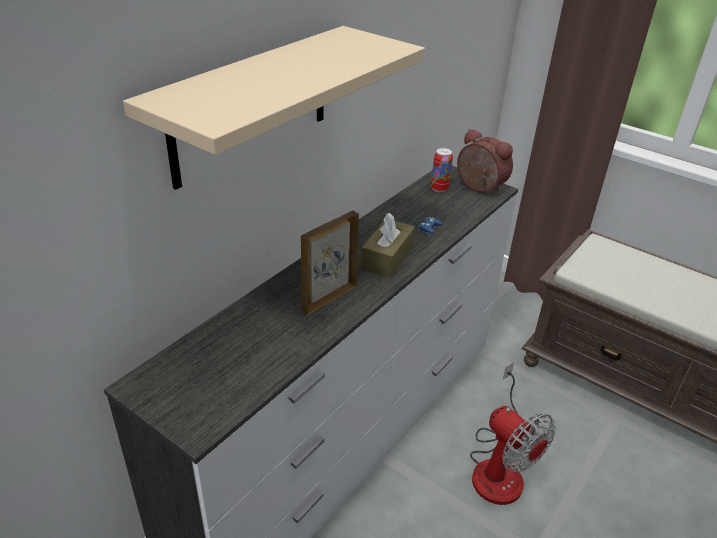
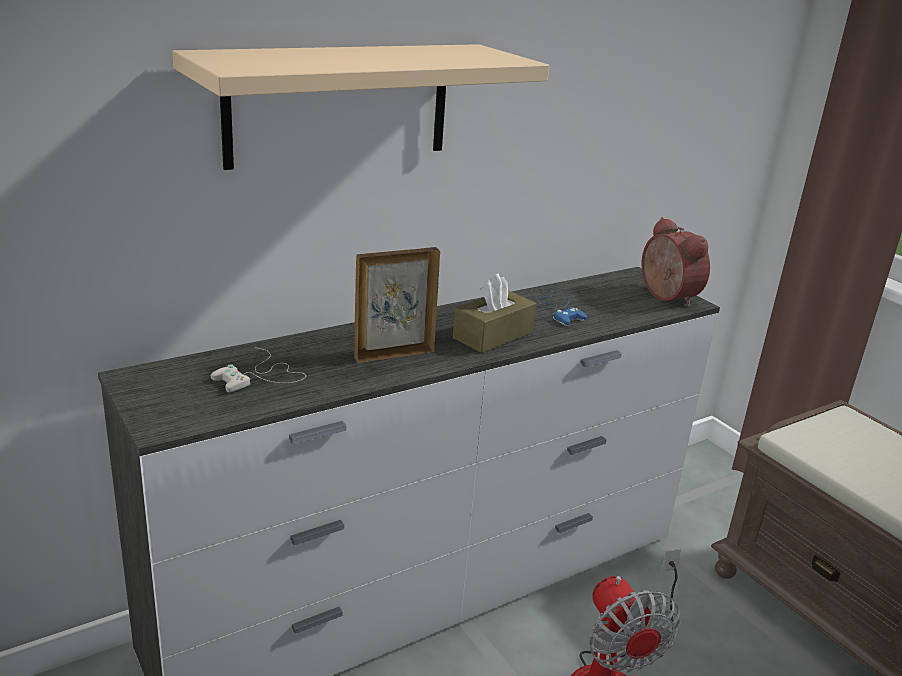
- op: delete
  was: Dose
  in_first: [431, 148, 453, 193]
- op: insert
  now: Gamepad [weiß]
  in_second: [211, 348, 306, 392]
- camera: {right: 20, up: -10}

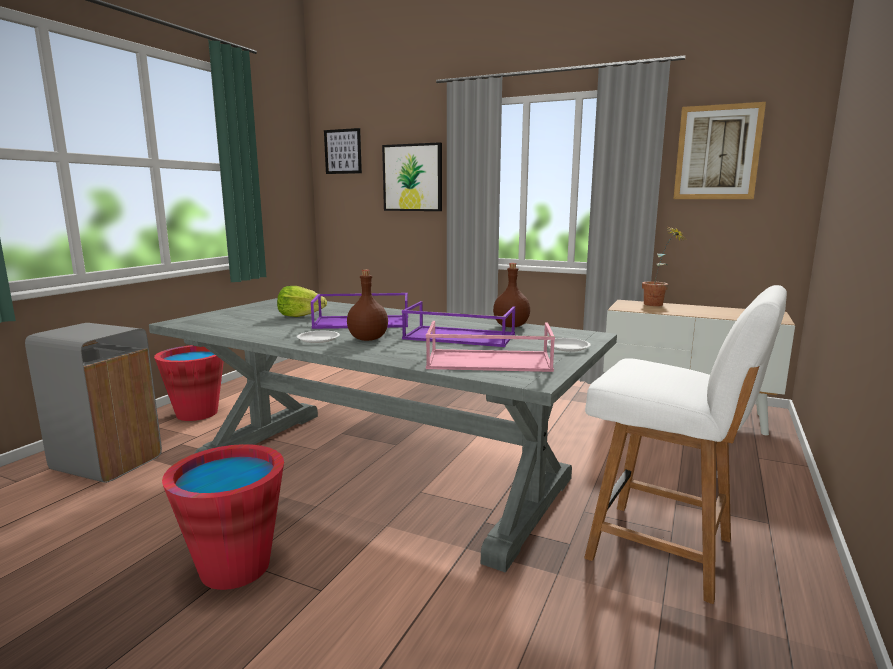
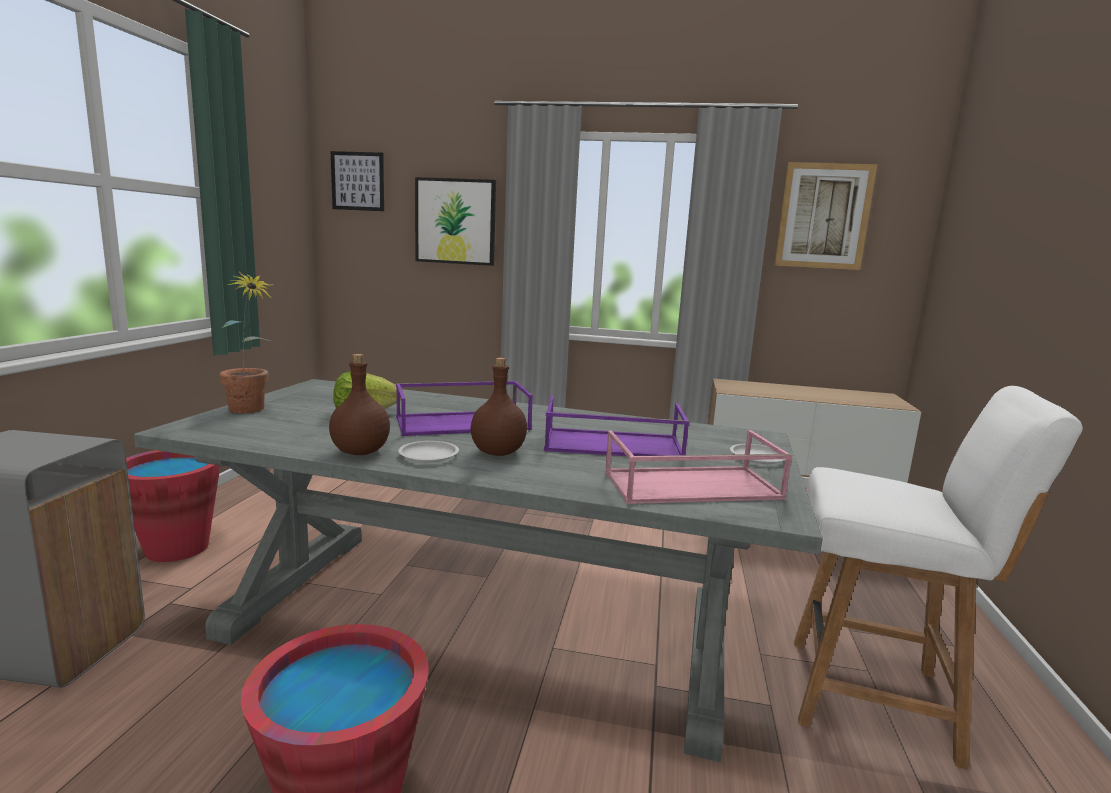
- op: move
  was: Flasche [braun]
  in_first: [493, 263, 530, 327]
  in_second: [329, 354, 390, 455]
- op: move
  was: Topfpflanze
  in_first: [642, 228, 685, 306]
  in_second: [219, 272, 275, 413]
- camera: {right: -15, up: 0}

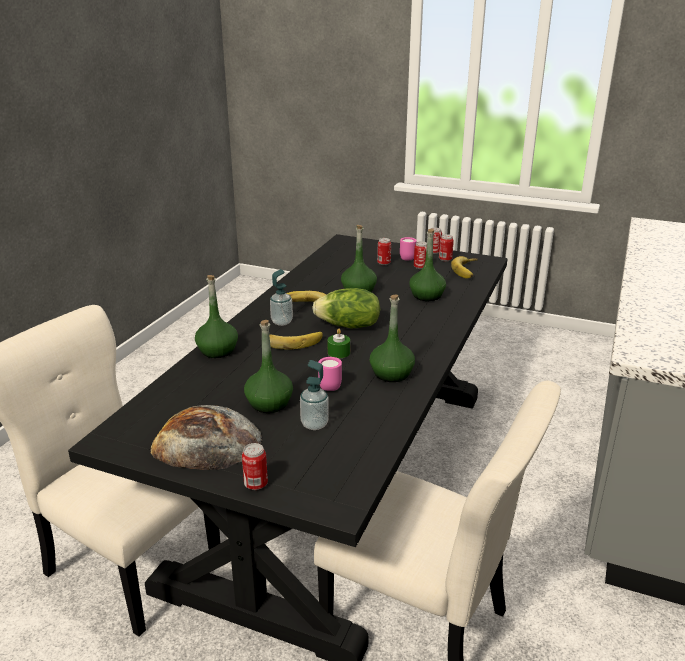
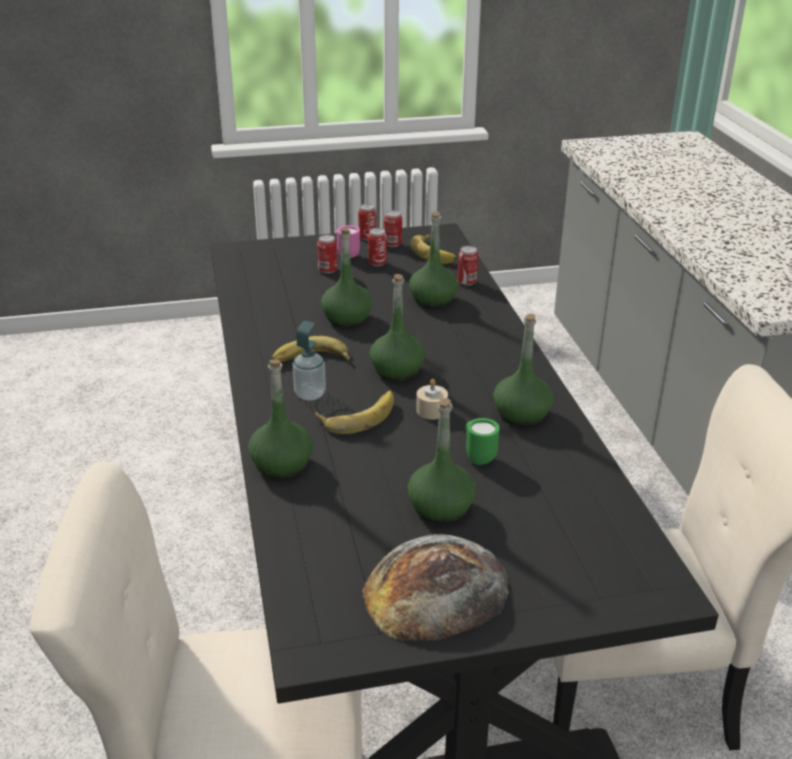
- op: move
  was: Dose
  in_first: [242, 443, 268, 490]
  in_second: [457, 246, 478, 285]
- op: delete
  was: Seifenspender
  in_first: [300, 360, 329, 430]
- op: replace
  was: Salatkopf
  now: Flasche [grün]
  in_first: [312, 288, 380, 328]
  in_second: [370, 274, 425, 382]
- op: recolor
  was: Henkelbecher [rosa]
  now: Henkelbecher [grün]
  in_first: [318, 357, 342, 391]
  in_second: [466, 418, 500, 465]
- op: recolor
  was: Kerze [grün]
  now: Kerze [beige]
  in_first: [328, 329, 350, 358]
  in_second: [416, 379, 448, 420]
- camera: {right: -35, up: 5}

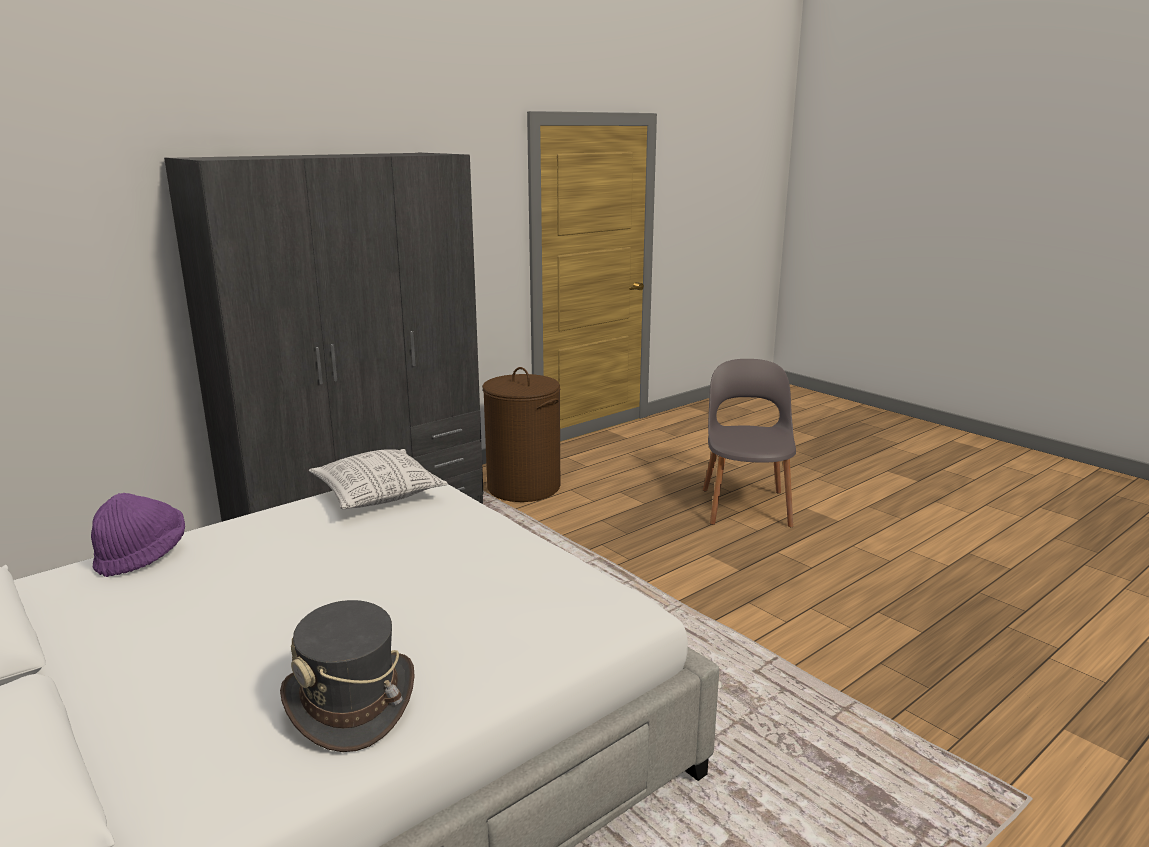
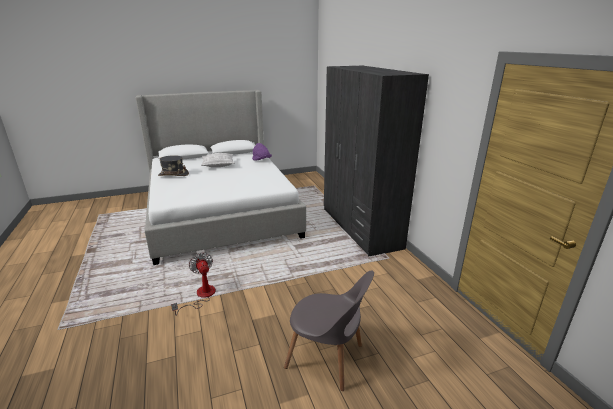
- op: move
  was: Kissen
  in_first: [309, 449, 448, 509]
  in_second: [201, 153, 235, 167]
- op: delete
  was: Wäschekorb [braun]
  in_first: [482, 367, 560, 502]
- op: insert
  now: Ventilator
  in_second: [171, 253, 216, 316]
- camera: {right: 110, up: 5}

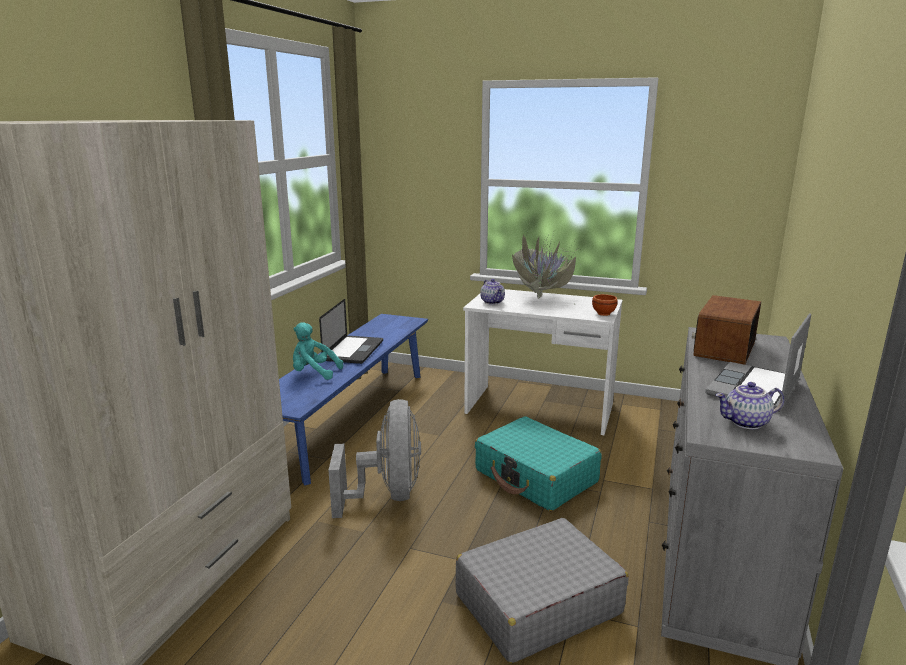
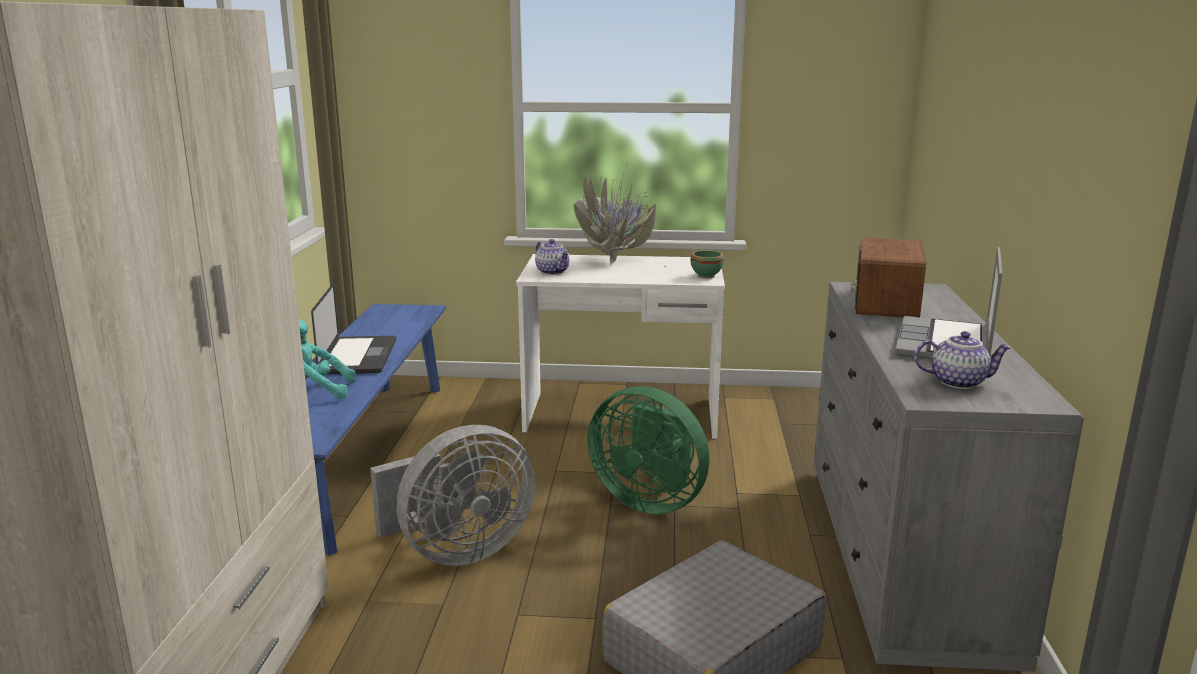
- op: rotate
  was: Ventilator [grau]
  in_first: [328, 399, 421, 518]
  in_second: [370, 425, 536, 566]
  clockwise: 75
- op: replace
  was: Koffer [türkis]
  now: Ventilator [grün]
  in_first: [475, 416, 602, 511]
  in_second: [588, 386, 710, 514]
- op: recolor
  was: Schüssel [braun]
  now: Schüssel [grün]
  in_first: [592, 294, 618, 316]
  in_second: [690, 250, 724, 278]
- op: rotate
  was: Teekanne
  in_first: [715, 382, 784, 429]
  in_second: [914, 331, 1012, 389]
  clockwise: -150
- camera: {right: -15, up: 0}

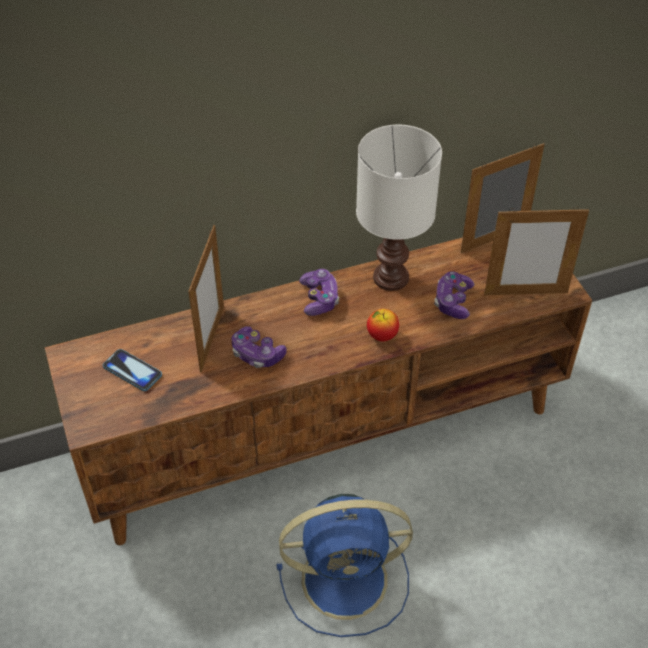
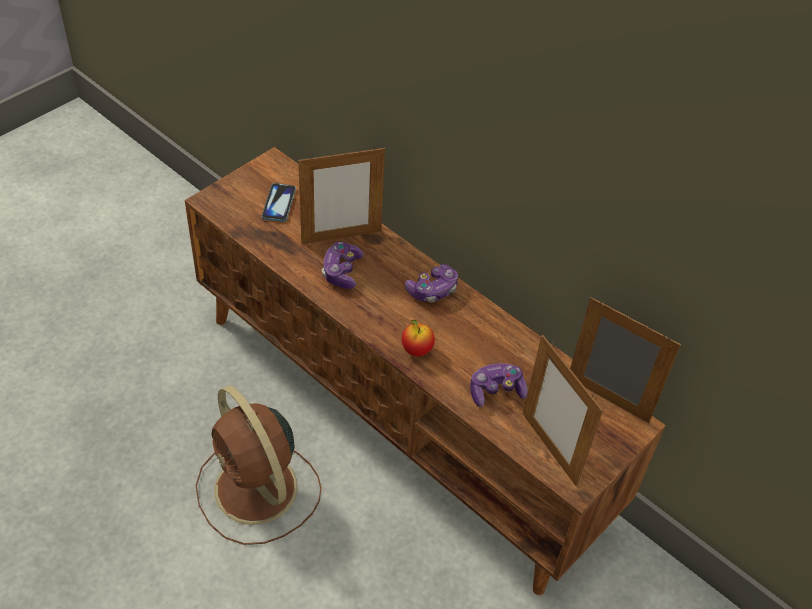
- op: recolor
  was: Ventilator [blau]
  now: Ventilator [braun]
  in_first: [277, 494, 413, 637]
  in_second: [195, 386, 322, 545]
- op: delete
  was: Tischlampe [weiß]
  in_first: [356, 125, 442, 291]
- camera: {right: 60, up: 0}

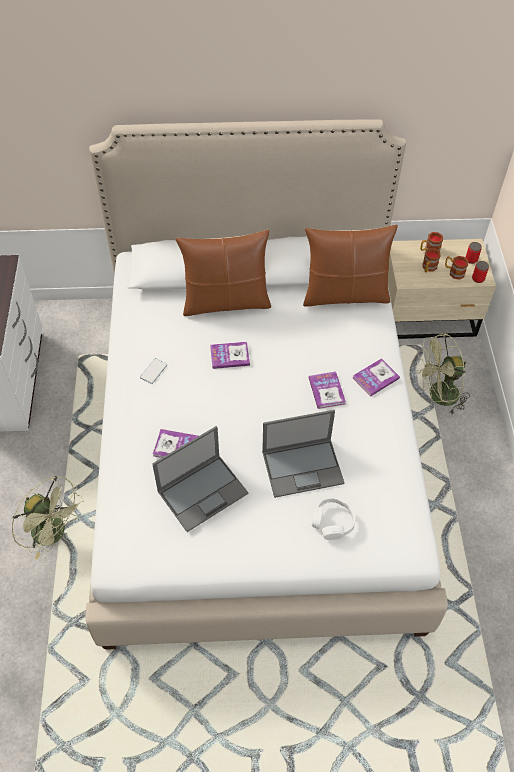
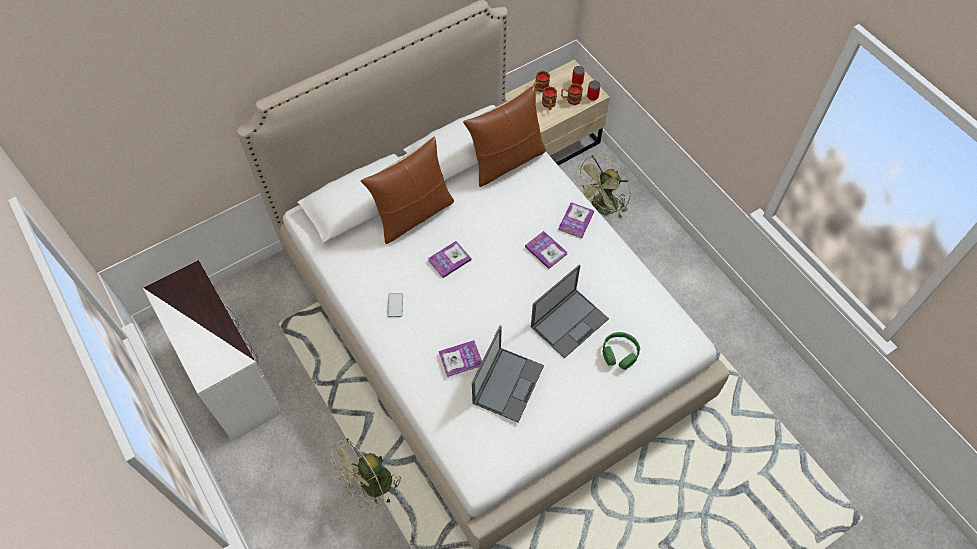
- op: rotate
  was: Ventilator [grün]
  in_first: [12, 476, 84, 560]
  in_second: [330, 438, 400, 511]
  clockwise: 135
- op: recolor
  was: Kopfhörer [weiß]
  now: Kopfhörer [grün]
  in_first: [312, 497, 355, 540]
  in_second: [603, 332, 640, 370]
- camera: {right: -30, up: 5}

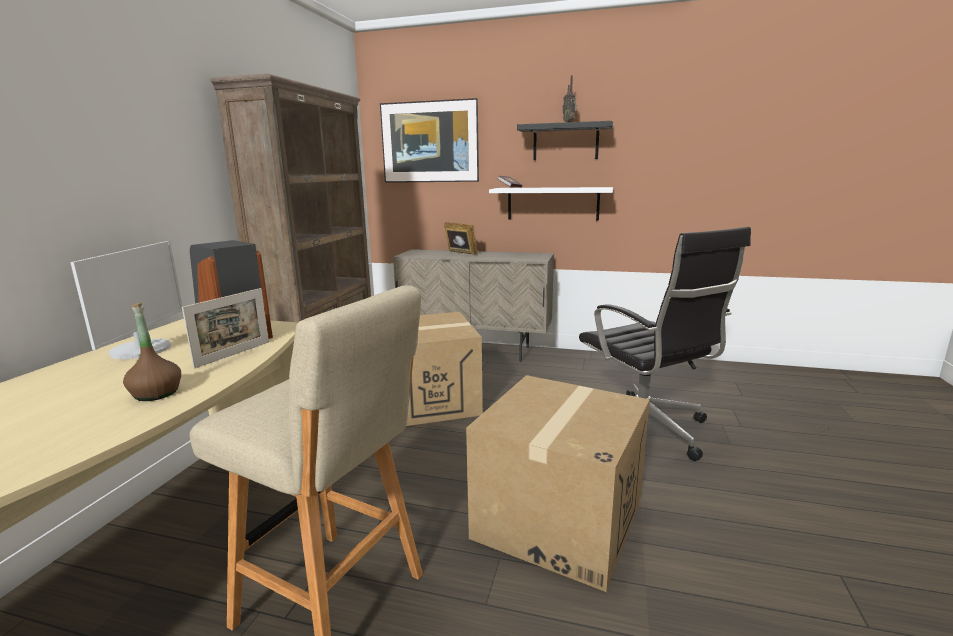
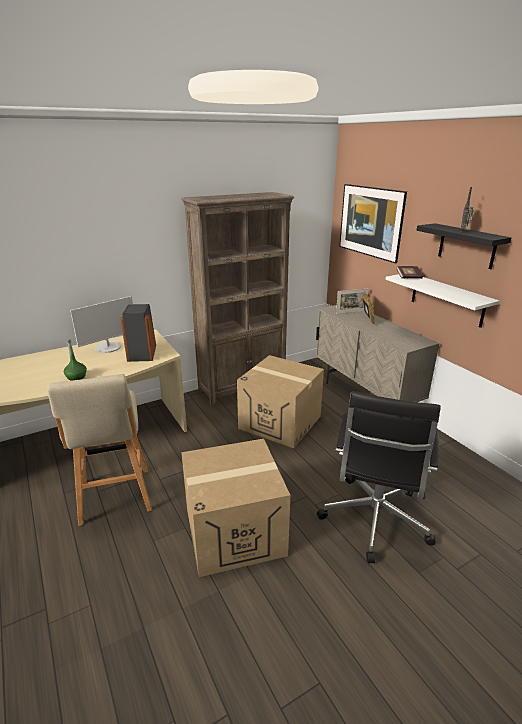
- op: recolor
  was: Flasche [braun]
  now: Flasche [grün]
  in_first: [123, 303, 181, 401]
  in_second: [64, 340, 87, 381]
- op: move
  was: Bilderrahmen
  in_first: [182, 288, 269, 369]
  in_second: [336, 289, 369, 314]
- camera: {right: 45, up: 10}

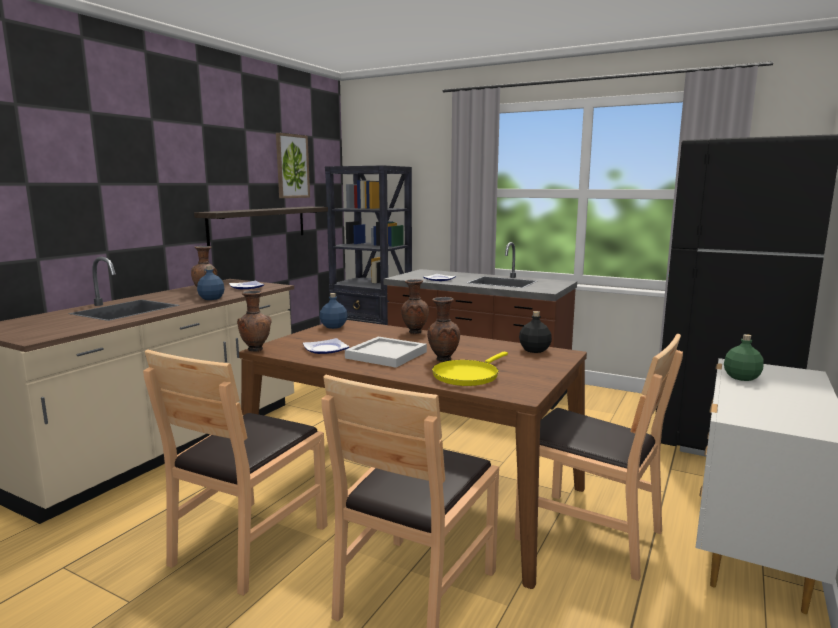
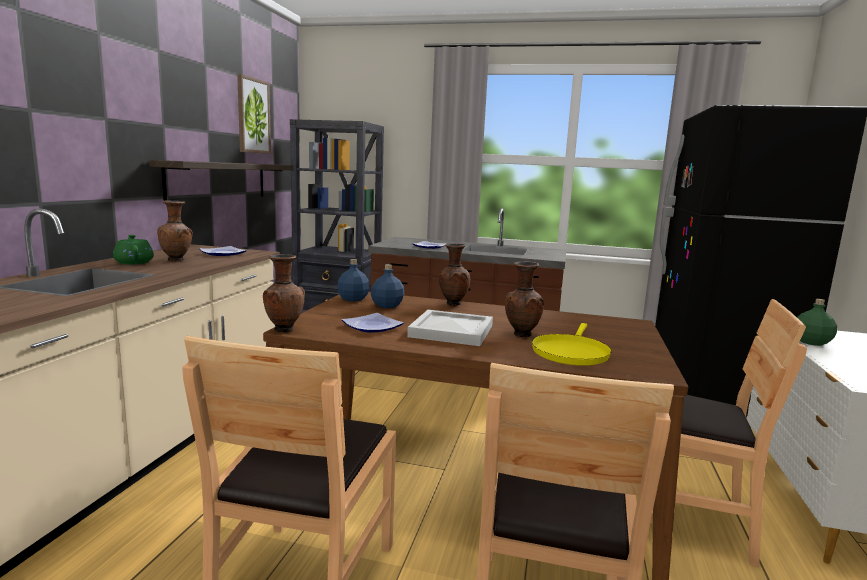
- op: move
  was: Flasche [blau]
  in_first: [197, 266, 225, 300]
  in_second: [371, 264, 404, 308]
- op: delete
  was: Flasche [schwarz]
  in_first: [519, 311, 552, 353]
- op: insert
  now: Teekanne [grün]
  in_second: [113, 235, 154, 265]
- camera: {right: -15, up: 0}

